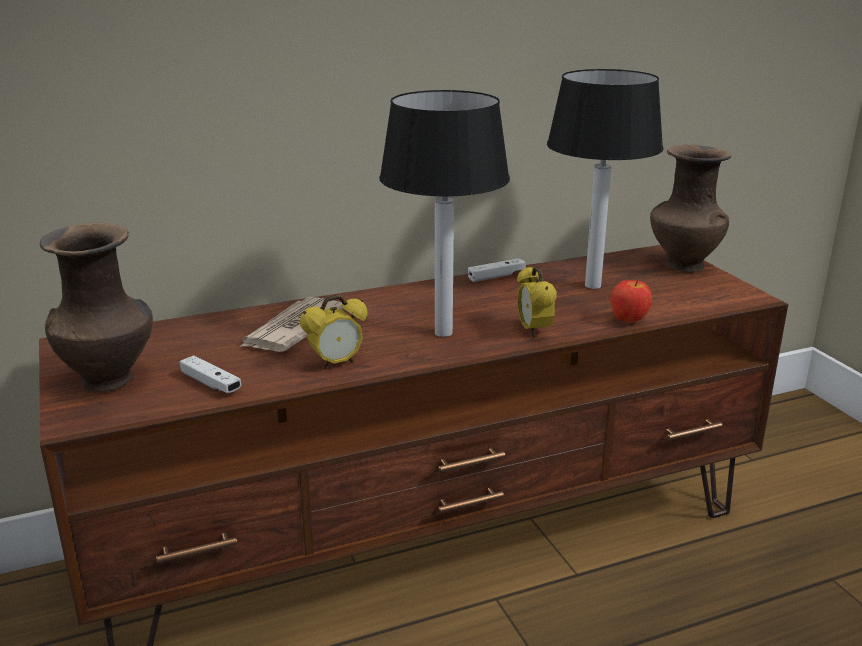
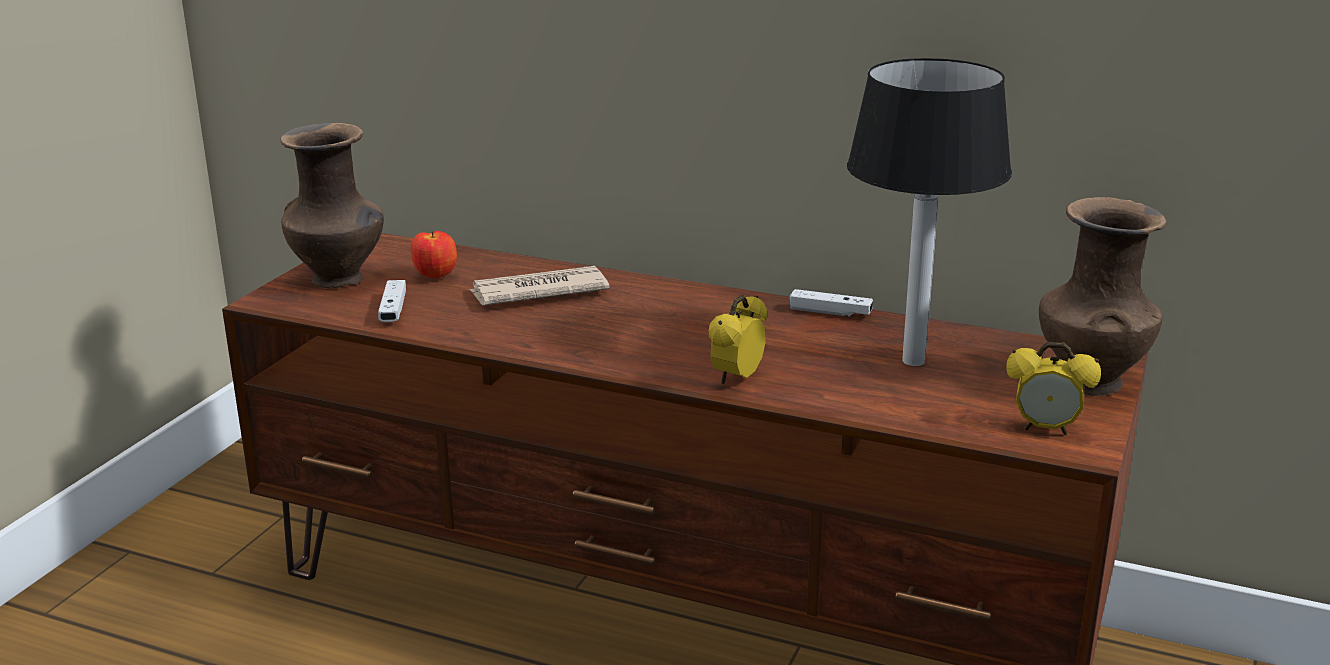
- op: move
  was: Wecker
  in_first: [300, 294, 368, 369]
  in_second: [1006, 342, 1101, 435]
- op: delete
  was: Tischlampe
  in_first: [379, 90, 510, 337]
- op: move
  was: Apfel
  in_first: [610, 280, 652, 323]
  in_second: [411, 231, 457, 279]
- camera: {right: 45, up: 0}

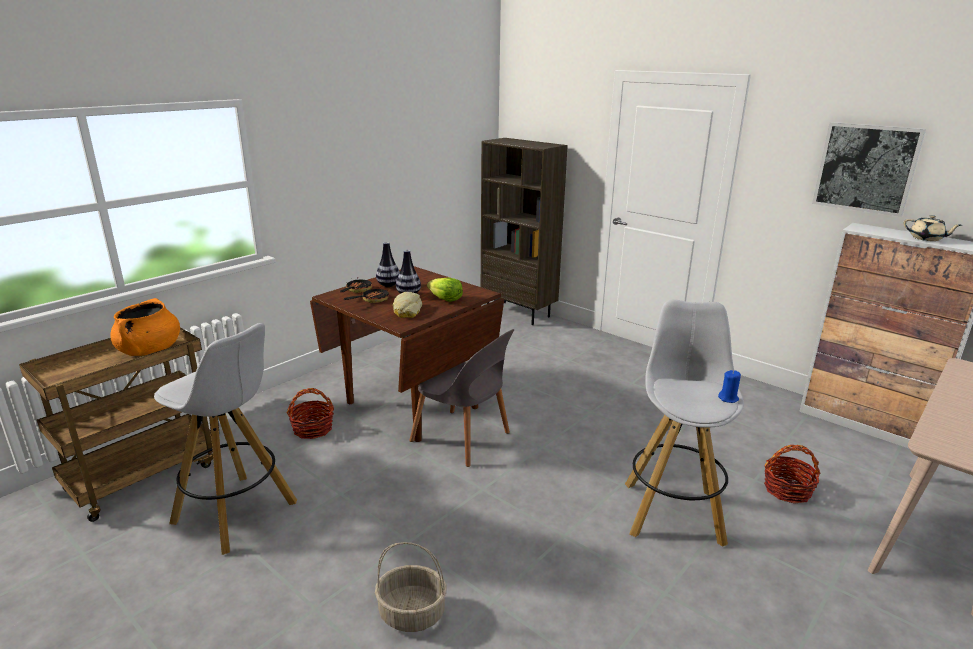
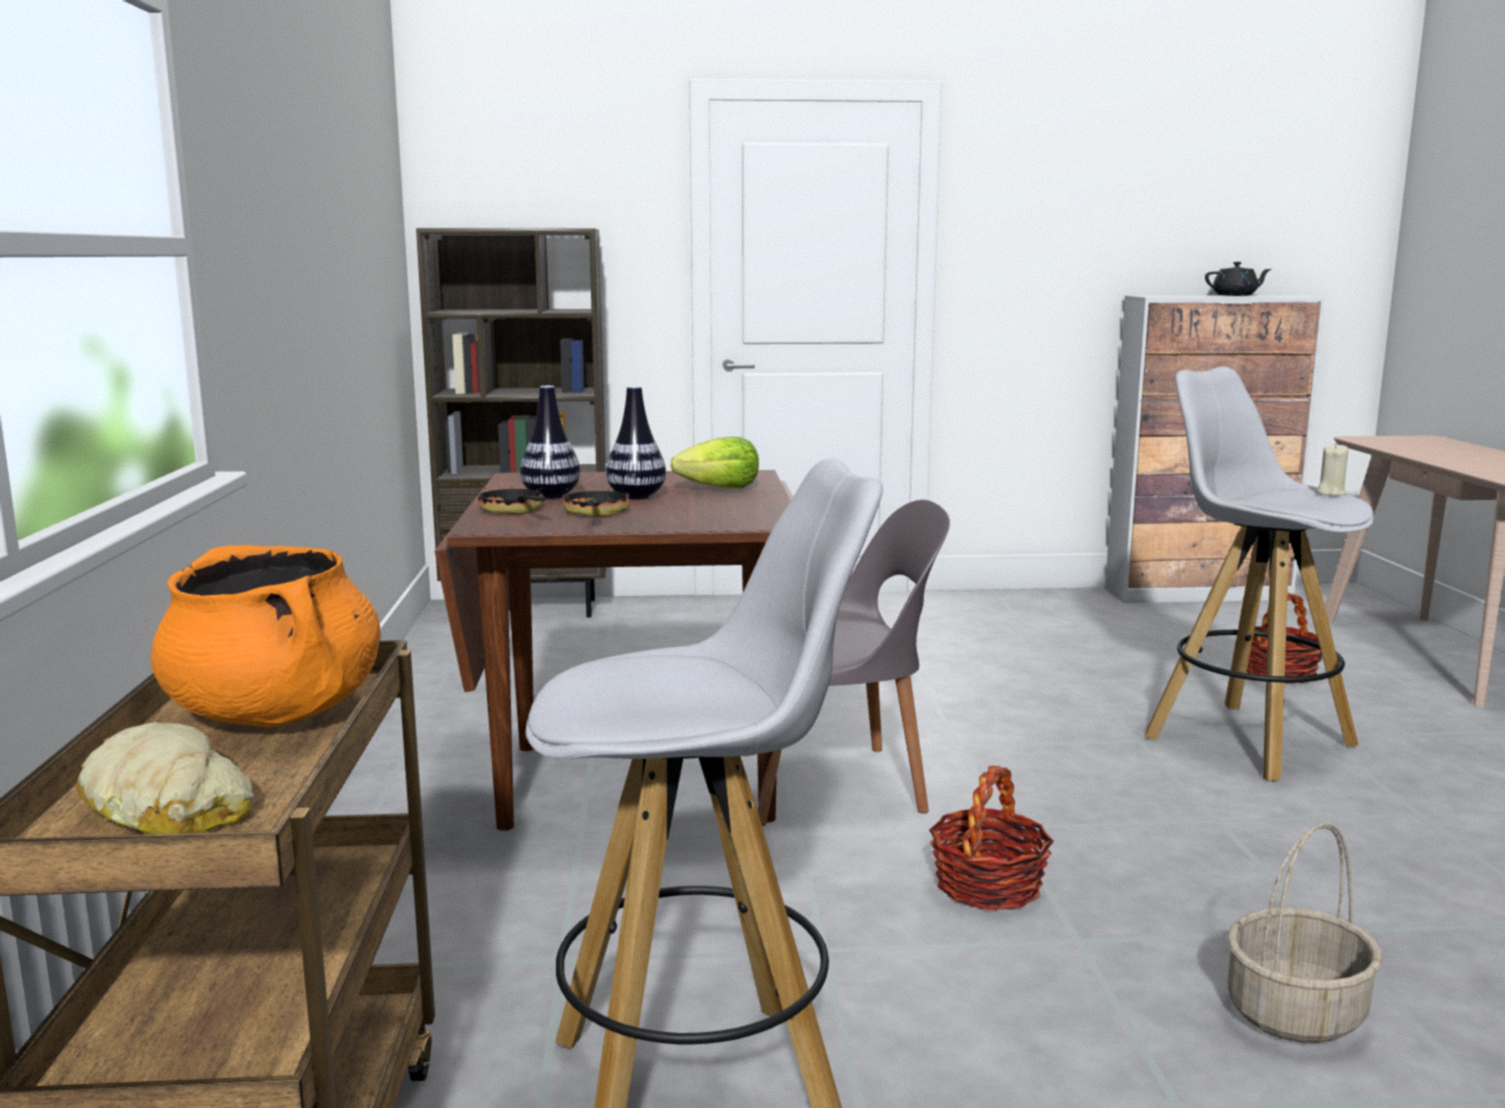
- op: move
  was: Korb
  in_first: [286, 388, 334, 439]
  in_second: [929, 766, 1054, 911]
- op: move
  was: Brot
  in_first: [393, 292, 422, 318]
  in_second: [76, 722, 254, 834]
- op: recolor
  was: Kerze [blau]
  now: Kerze [beige]
  in_first: [718, 370, 741, 403]
  in_second: [1315, 443, 1349, 496]
- op: delete
  was: Bild
  in_first: [812, 122, 926, 217]
- op: recolor
  was: Teekanne [beige]
  now: Teekanne [schwarz]
  in_first: [903, 215, 962, 241]
  in_second: [1205, 262, 1271, 296]
- camera: {right: -45, up: -10}

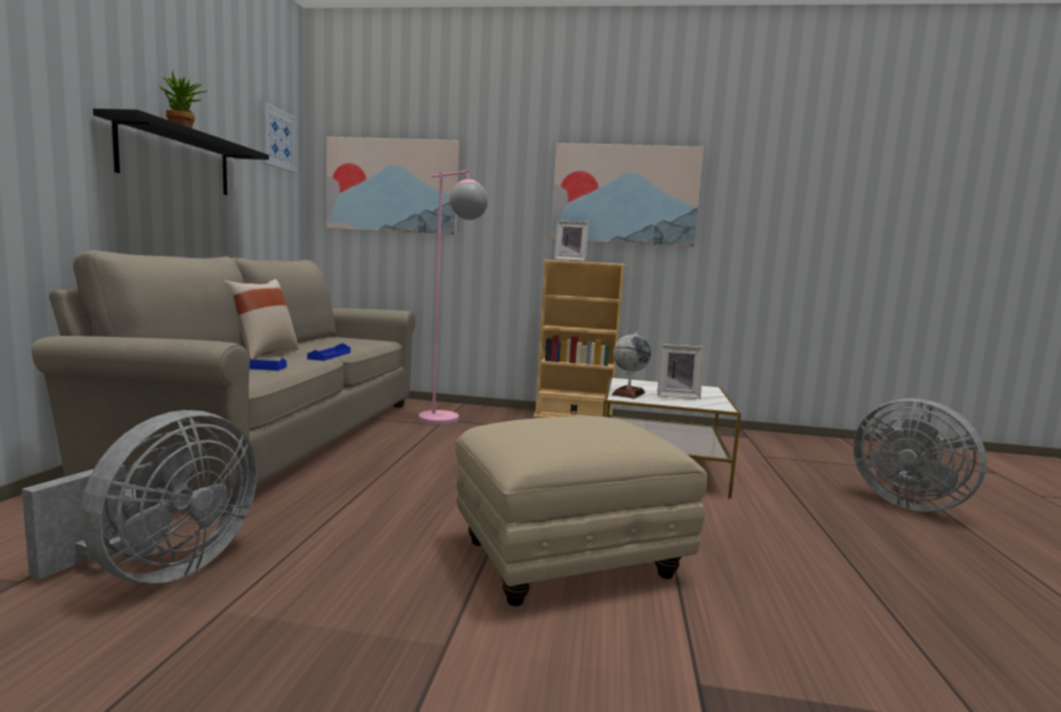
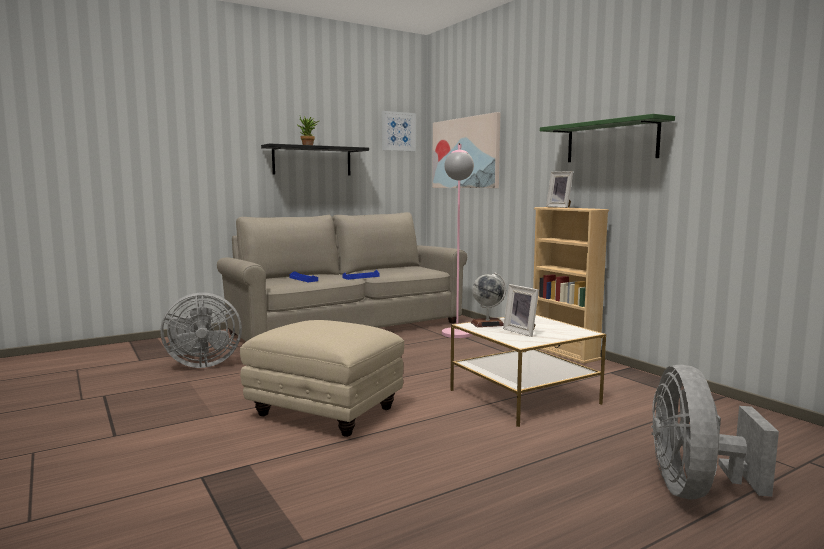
- op: delete
  was: Kissen [beige]
  in_first: [224, 279, 299, 360]
- op: replace
  was: Bild
  now: Wandregal [grün]
  in_first: [551, 143, 704, 247]
  in_second: [540, 114, 675, 162]
- camera: {right: 50, up: 0}

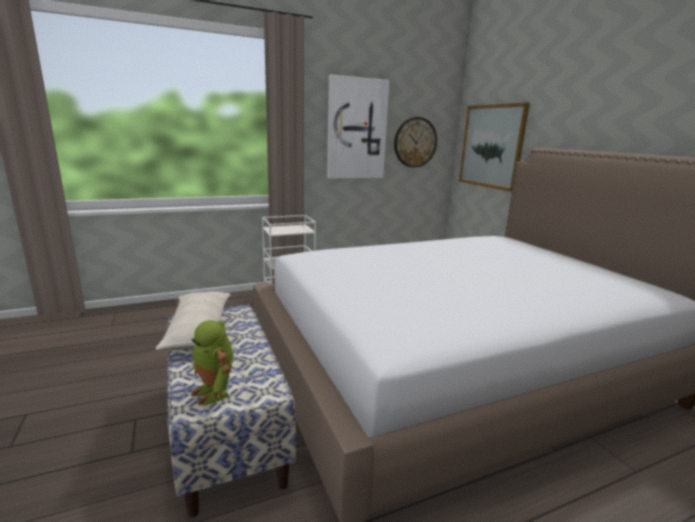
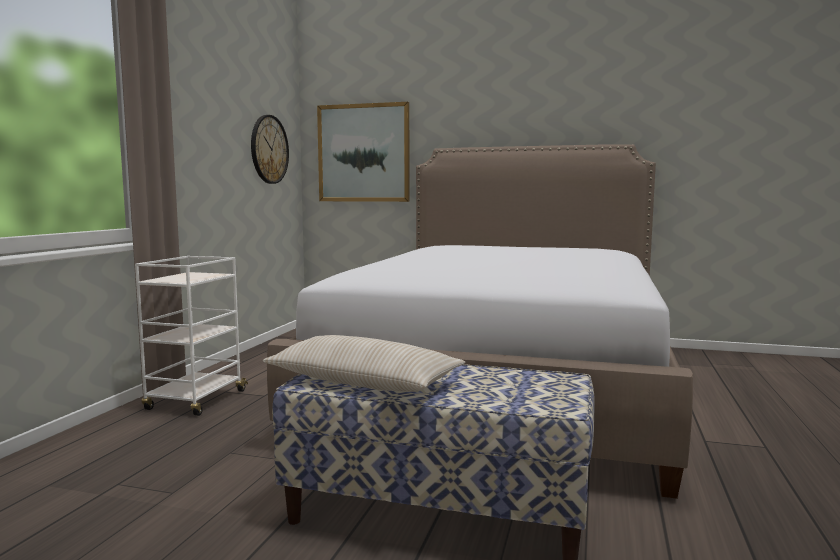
- op: delete
  was: Spielzeugroboter
  in_first: [191, 320, 234, 405]
- op: delete
  was: Bild
  in_first: [327, 74, 389, 179]
- camera: {right: -50, up: -10}

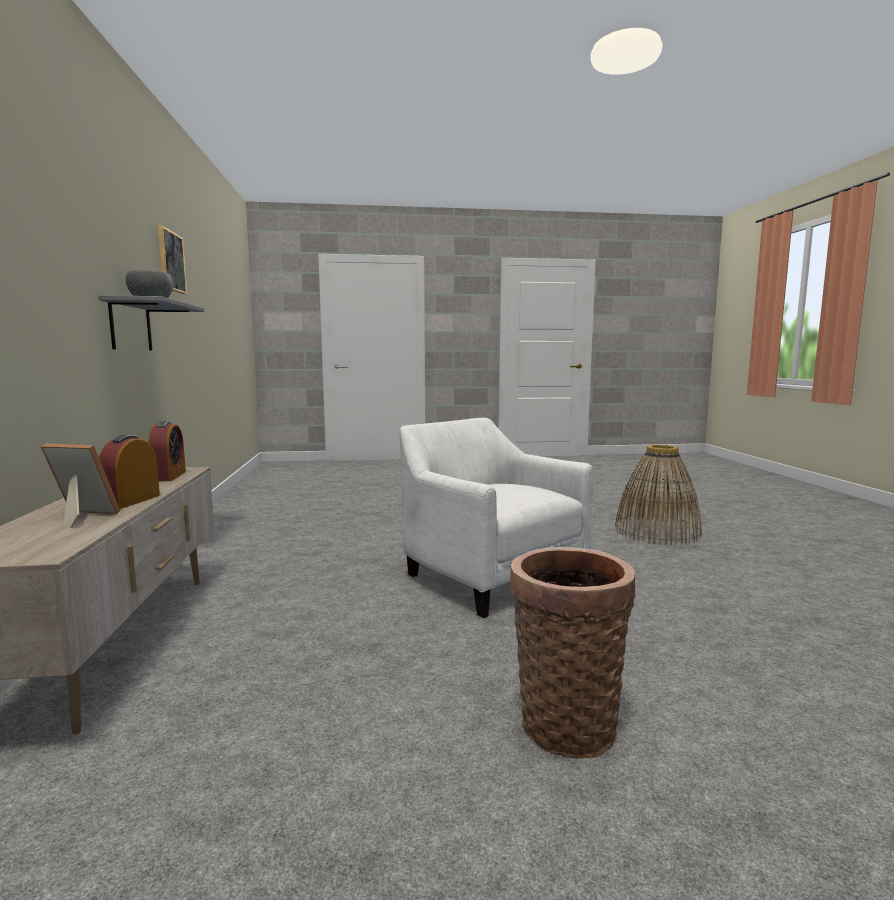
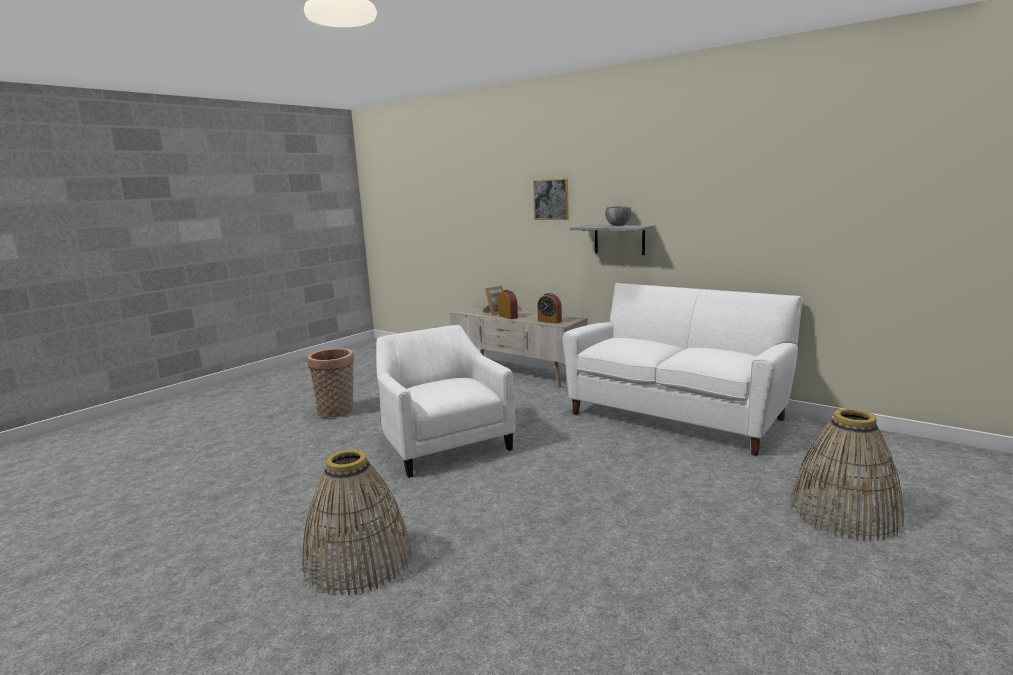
- op: move
  was: Bild
  in_first: [158, 225, 187, 294]
  in_second: [533, 178, 569, 220]
- op: rotate
  was: Sessel [weiß]
  in_first: [400, 417, 594, 618]
  in_second: [376, 325, 516, 478]
  clockwise: -120
- op: insert
  now: Sofa [weiß]
  in_second: [562, 283, 803, 456]
- op: insert
  now: Korb
  in_second: [790, 409, 904, 541]
- camera: {right: 135, up: 5}

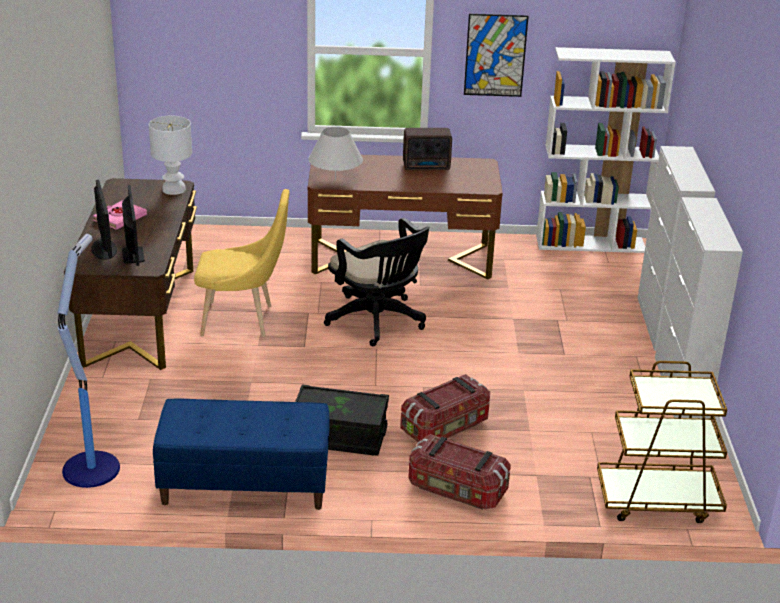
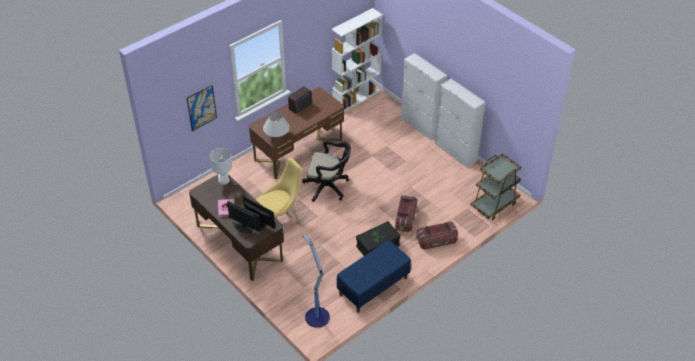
- op: move
  was: Bild
  in_first: [464, 14, 529, 97]
  in_second: [187, 85, 217, 131]
- camera: {right: -40, up: 15}

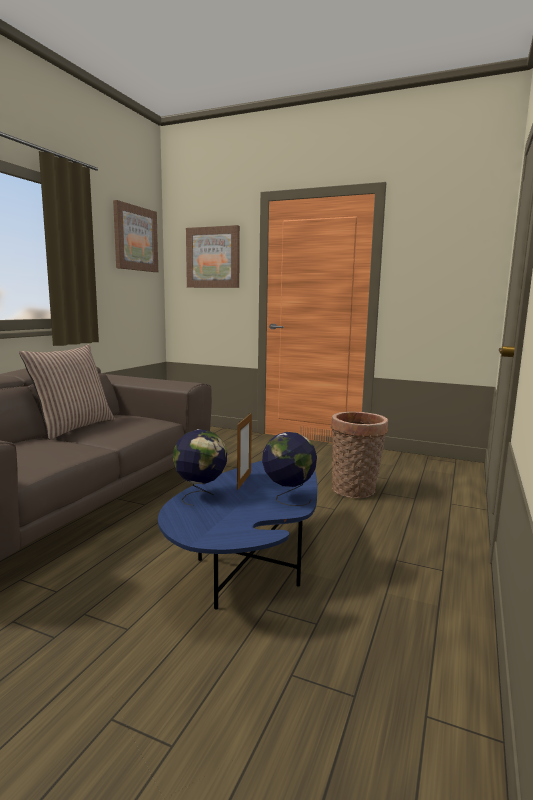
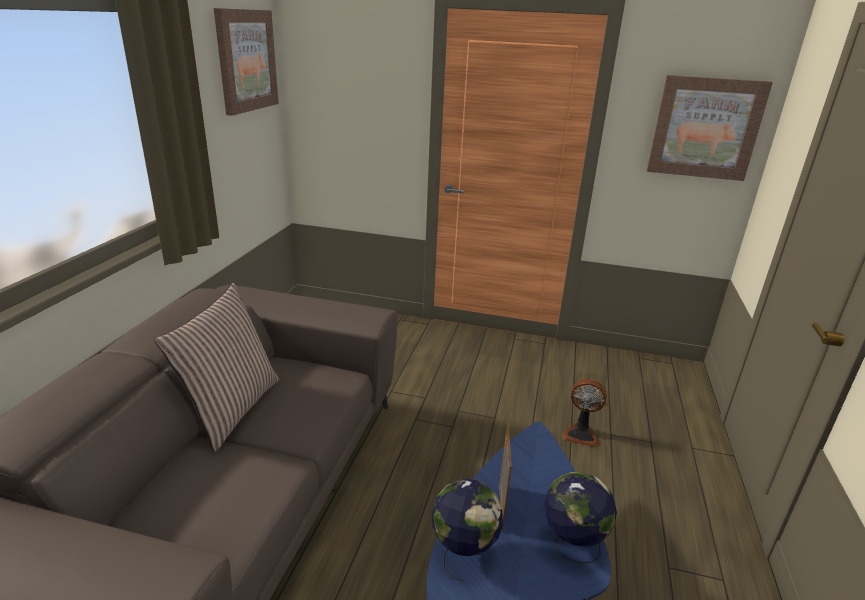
- op: move
  was: Bild
  in_first: [186, 225, 240, 288]
  in_second: [647, 75, 773, 181]
- op: replace
  was: Korb
  now: Ventilator
  in_first: [331, 412, 388, 498]
  in_second: [562, 379, 606, 447]
- camera: {right: -10, up: 15}

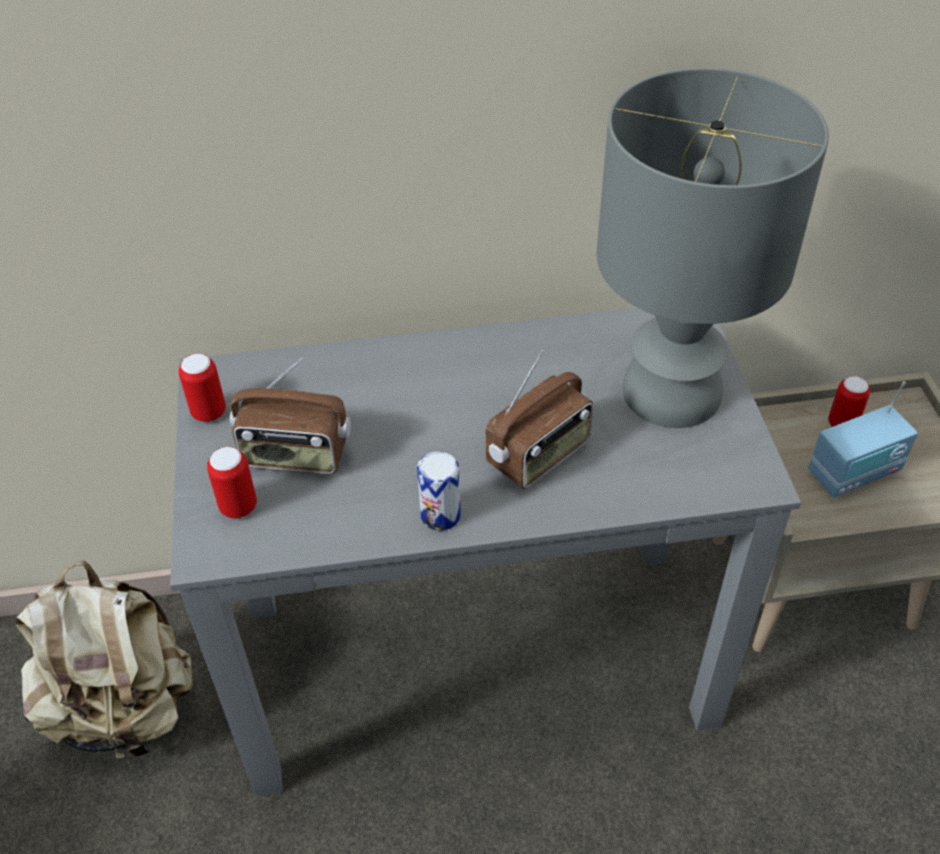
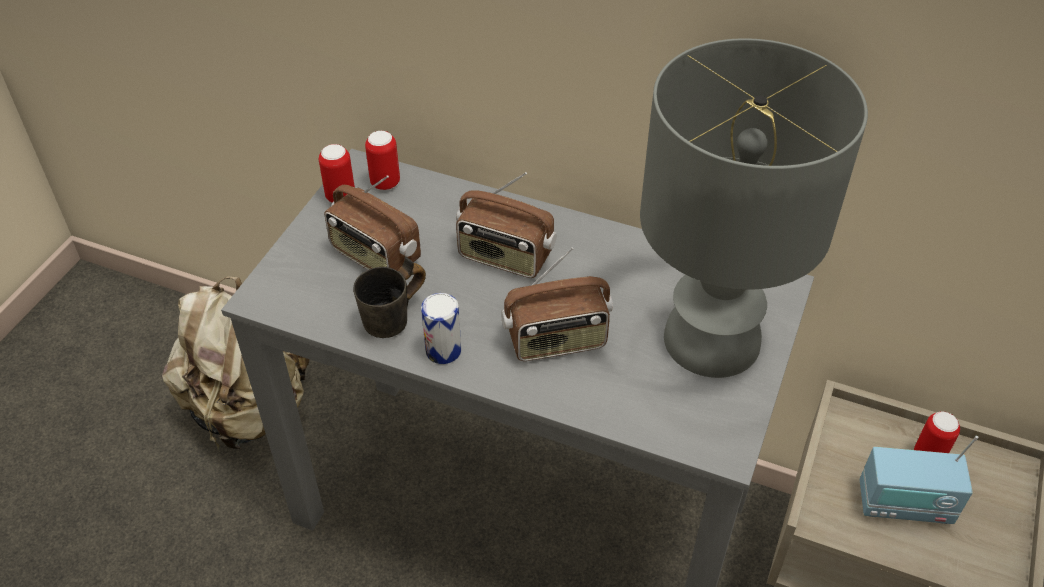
- op: move
  was: Dose
  in_first: [207, 447, 257, 518]
  in_second: [365, 131, 400, 190]
- op: insert
  now: Henkelbecher [grau]
  in_second: [353, 257, 426, 338]
- op: insert
  now: Radio
  in_second: [456, 172, 557, 278]
- camera: {right: 30, up: 0}

